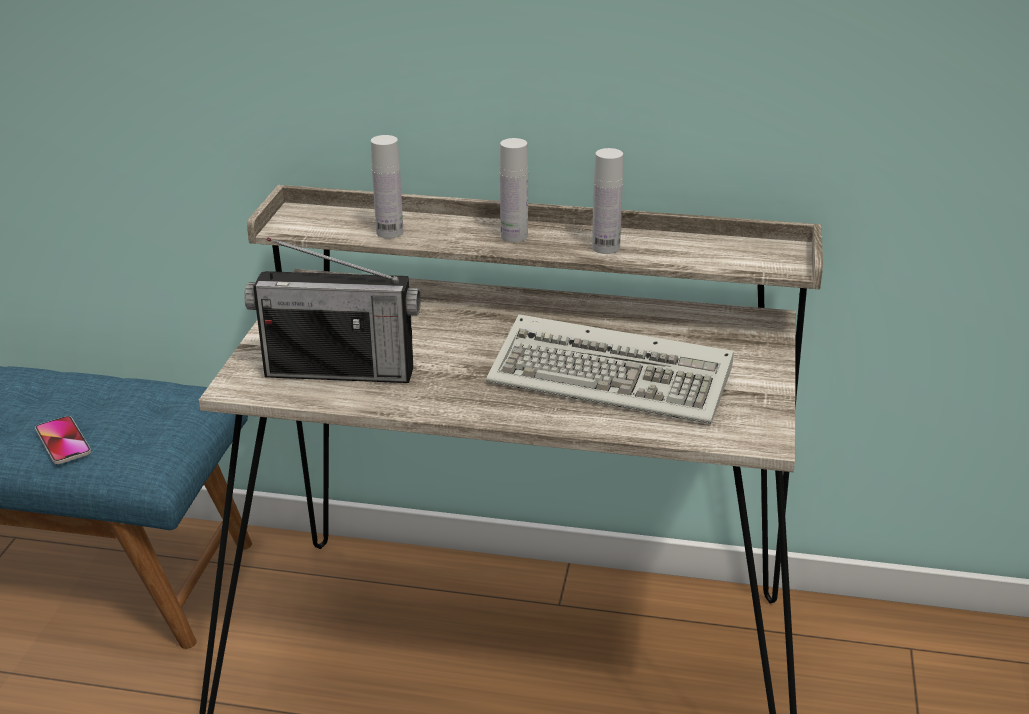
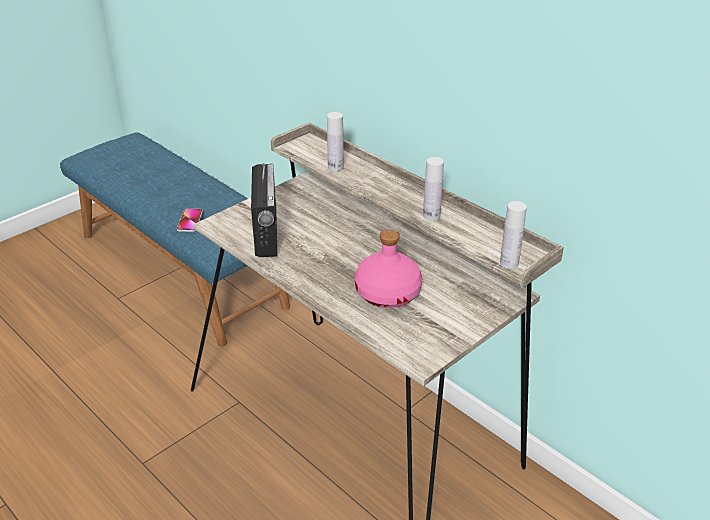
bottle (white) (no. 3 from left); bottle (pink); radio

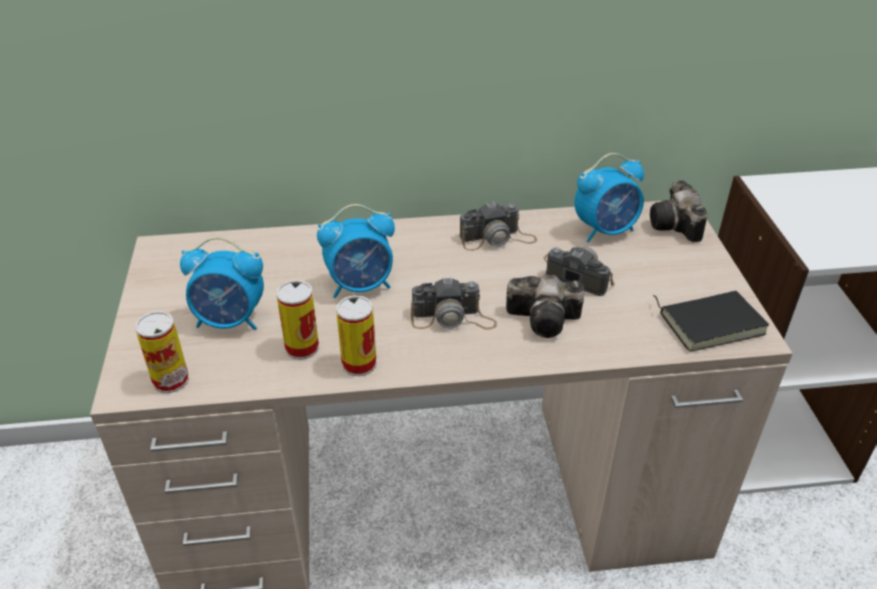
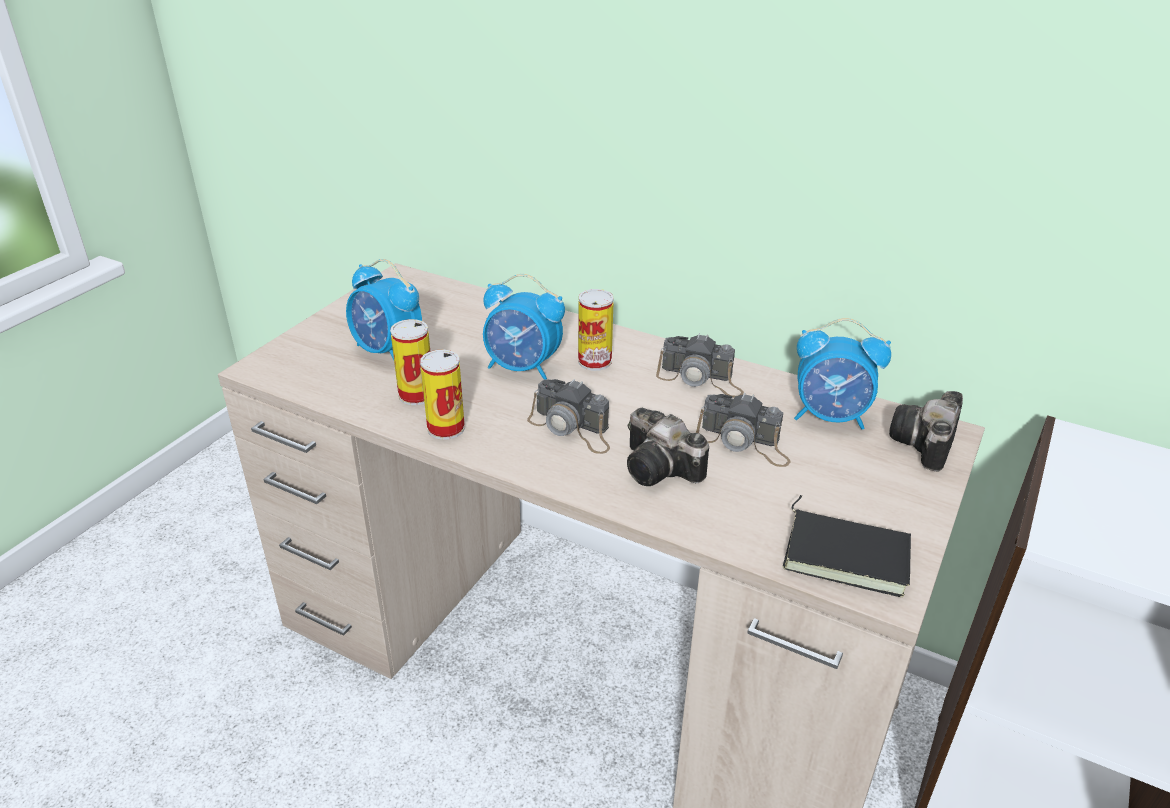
can (no. 3 from left); photo camera (no. 4 from left)

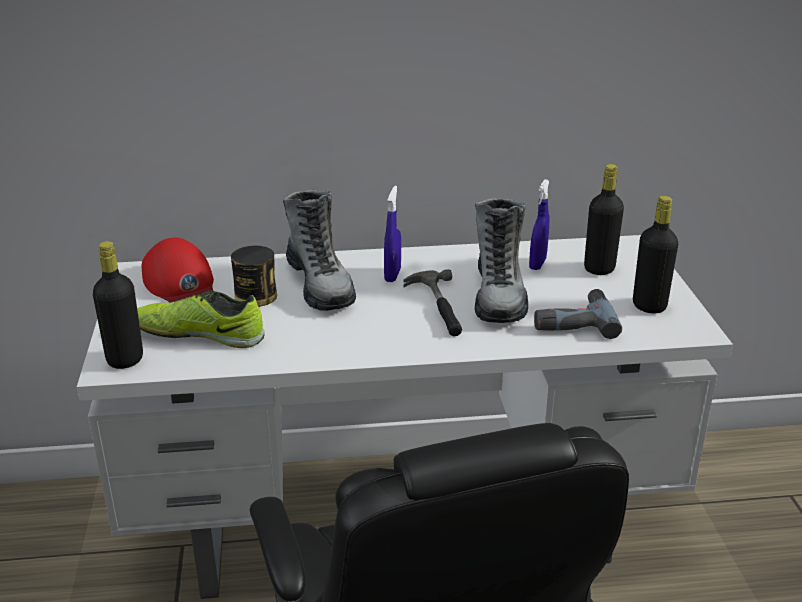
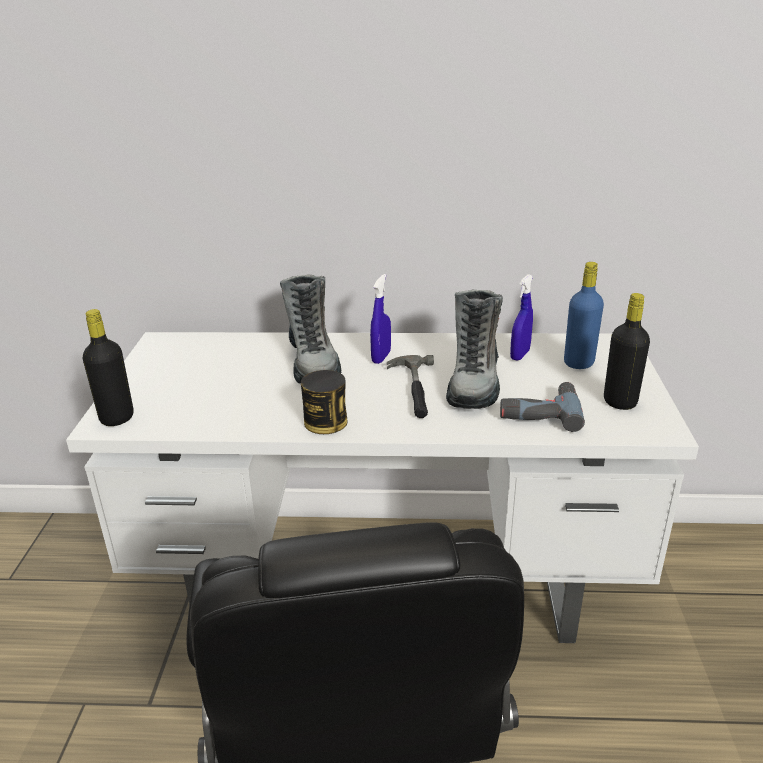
shoe; cap (red); can; bottle (blue)

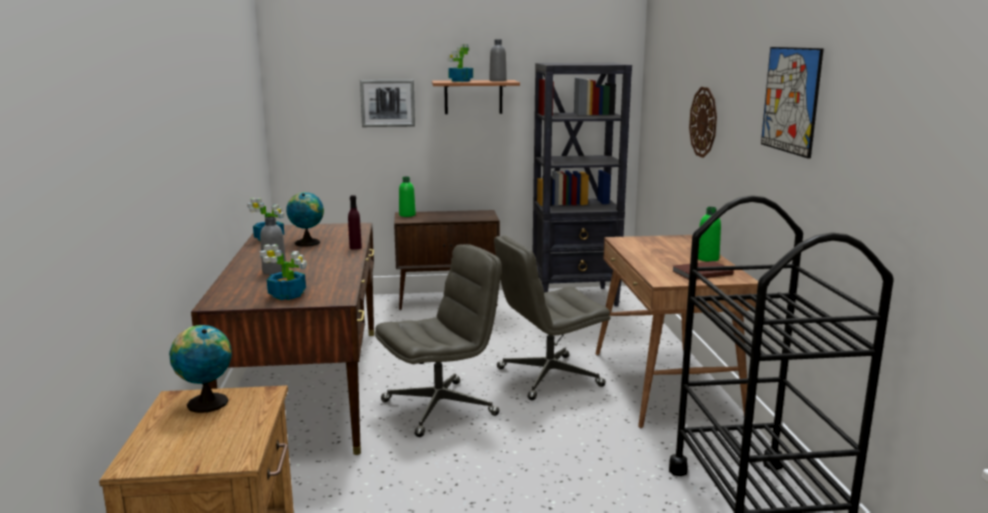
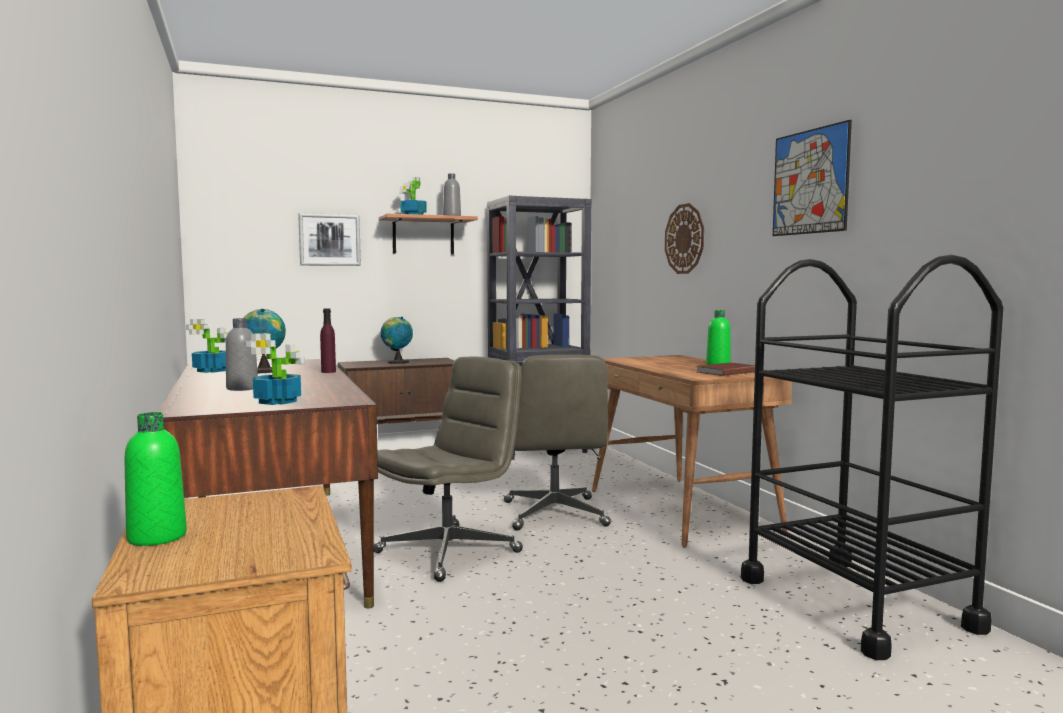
globe (no. 2 from left); bottle (green) (no. 1 from left); office chair (grey) (no. 2 from left)

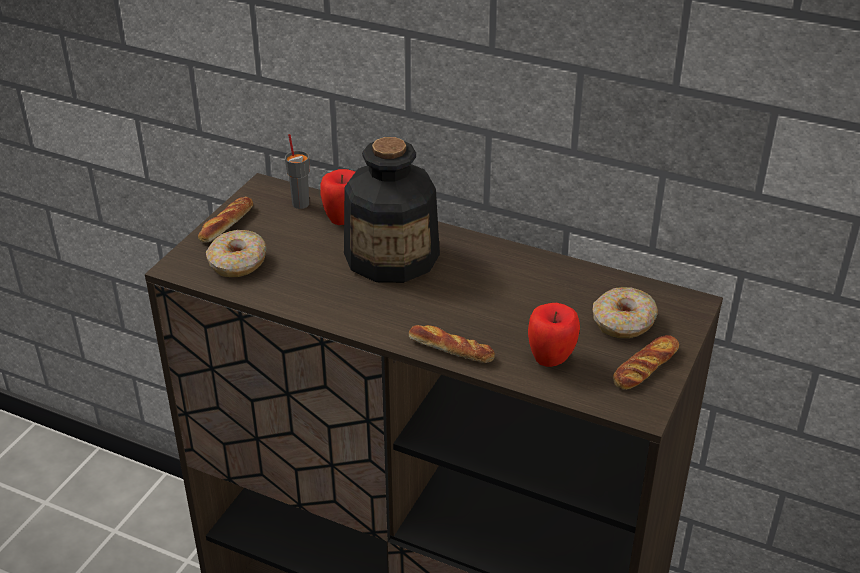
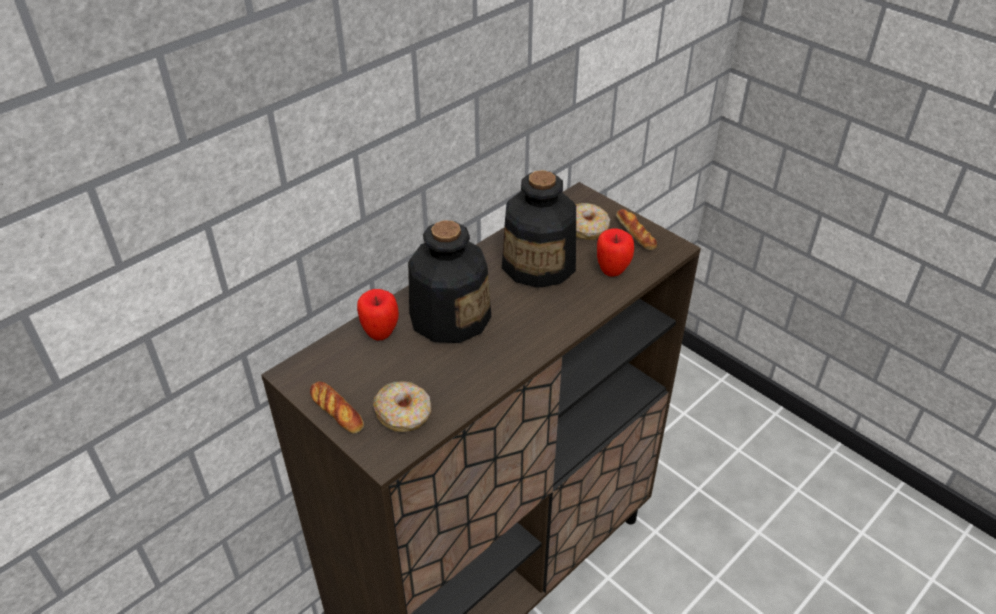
cup (grey); bread (no. 2 from left in the first image); bottle (no. 2 from left)

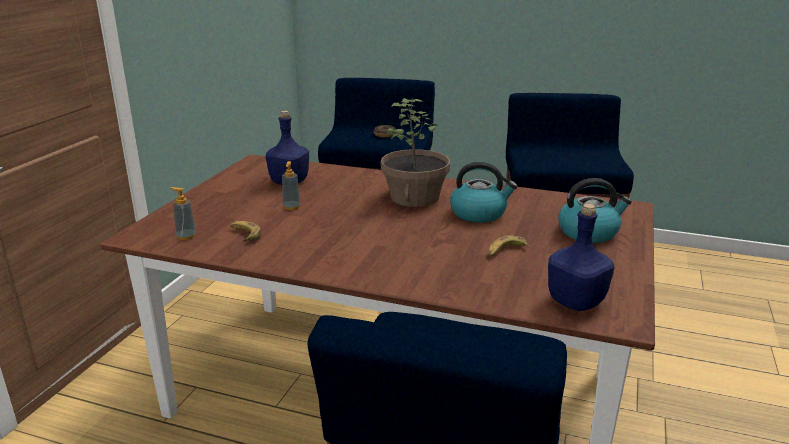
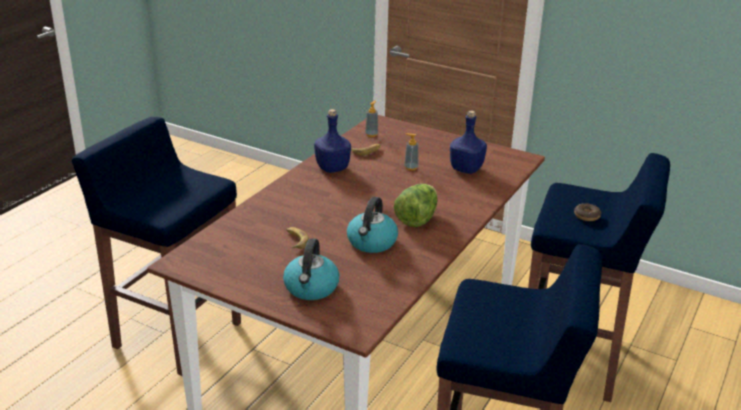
bottle (blue) (no. 1 from left); lettuce

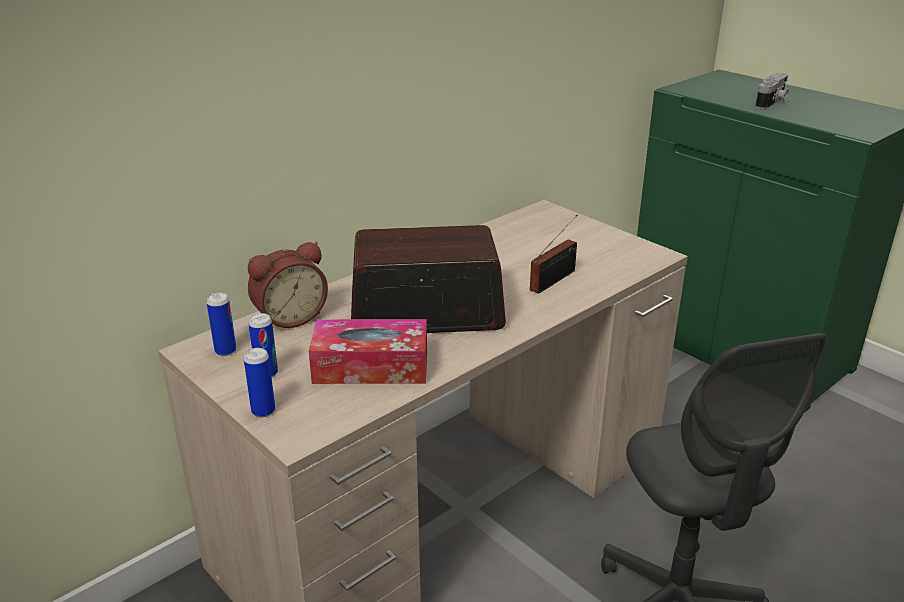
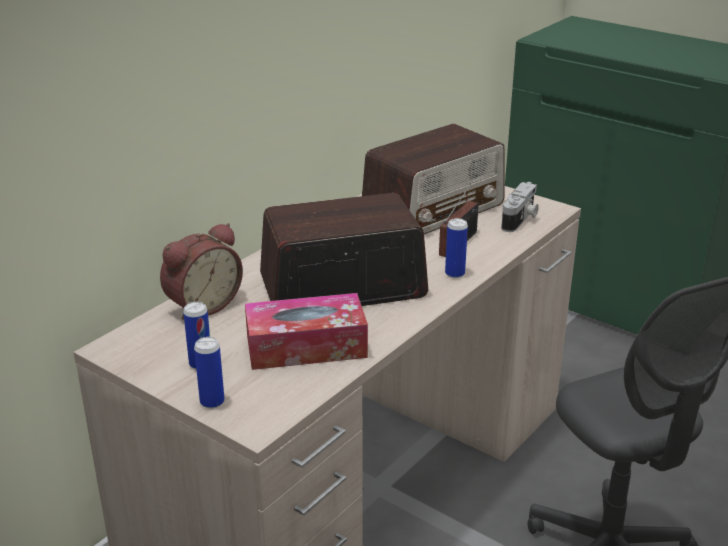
radio (no. 2 from left); can (no. 3 from left); photo camera

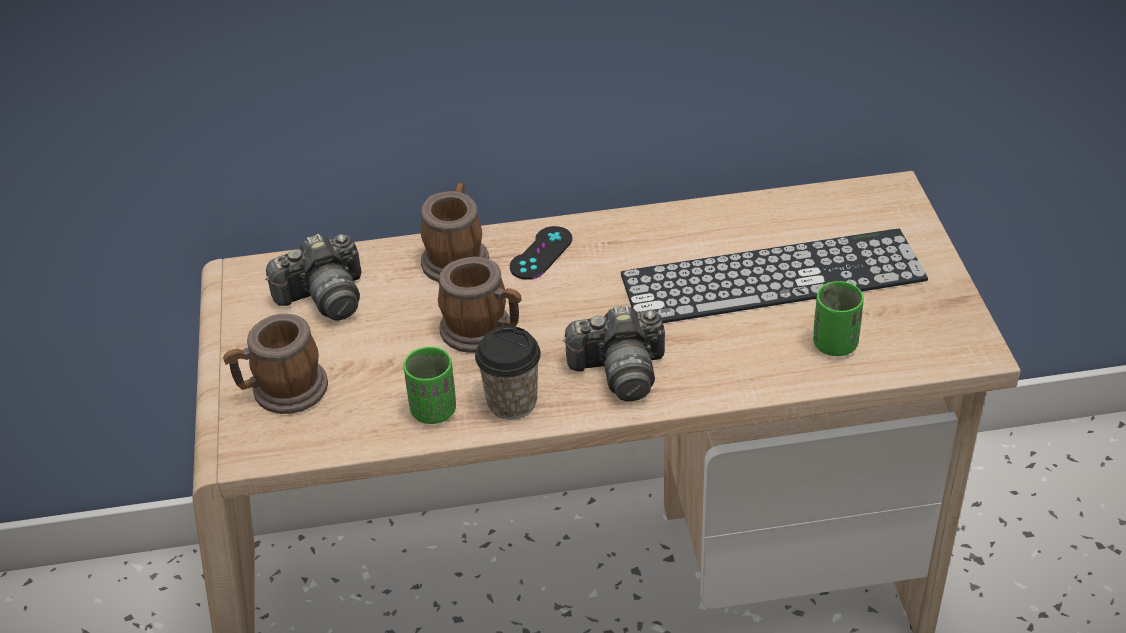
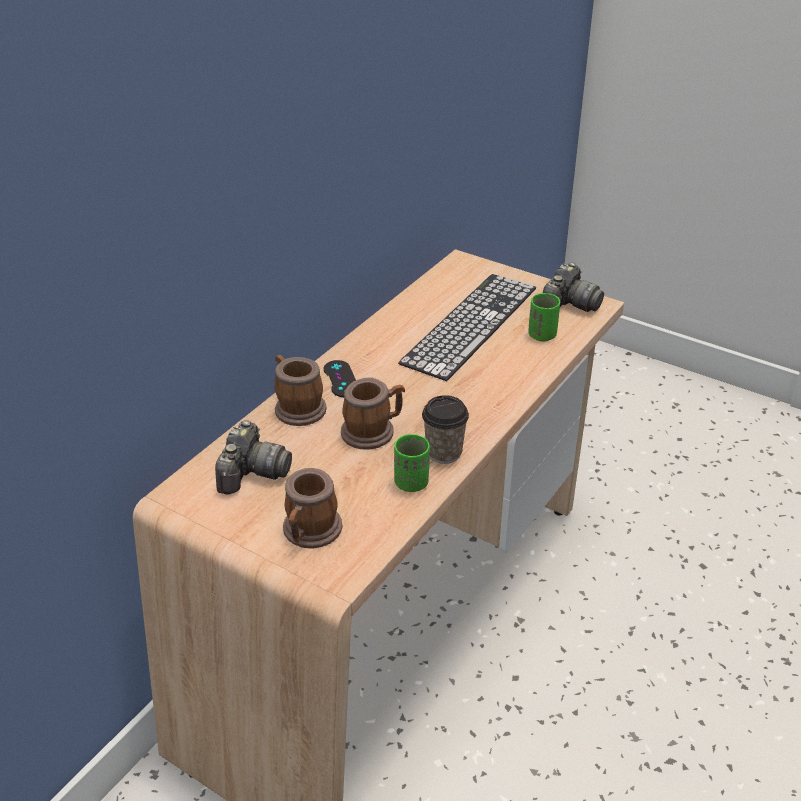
photo camera (no. 2 from left)

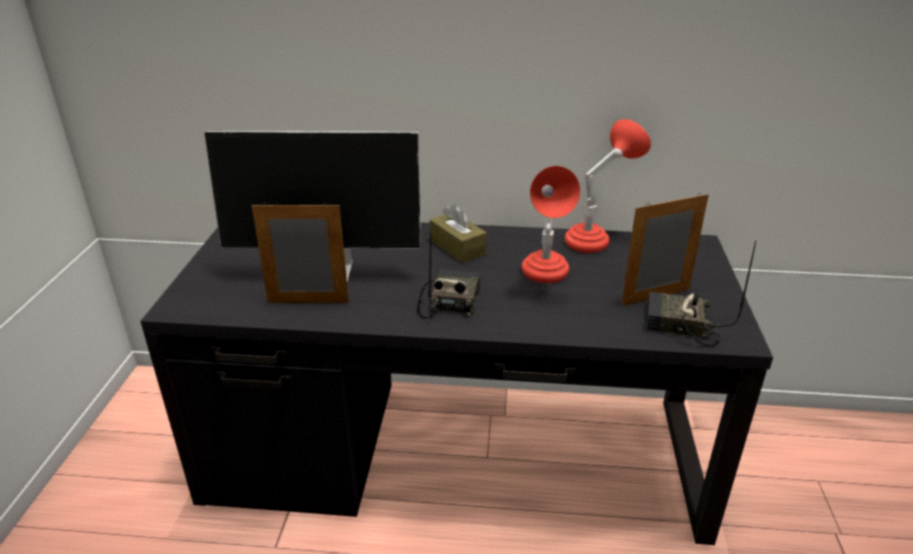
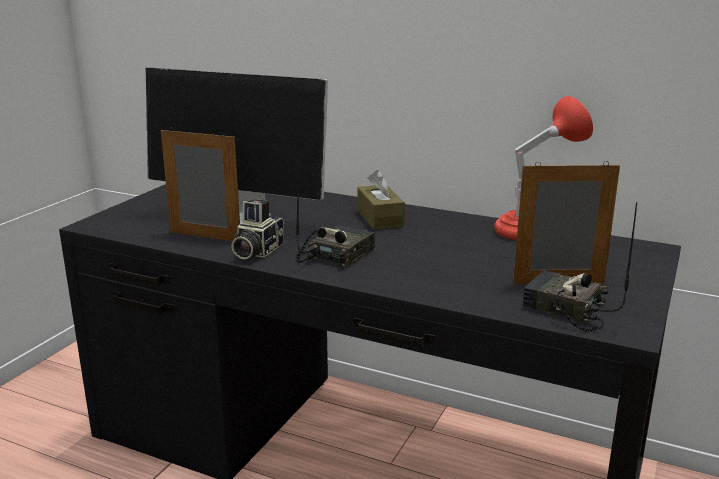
table lamp (red) (no. 1 from left in the first image); photo camera

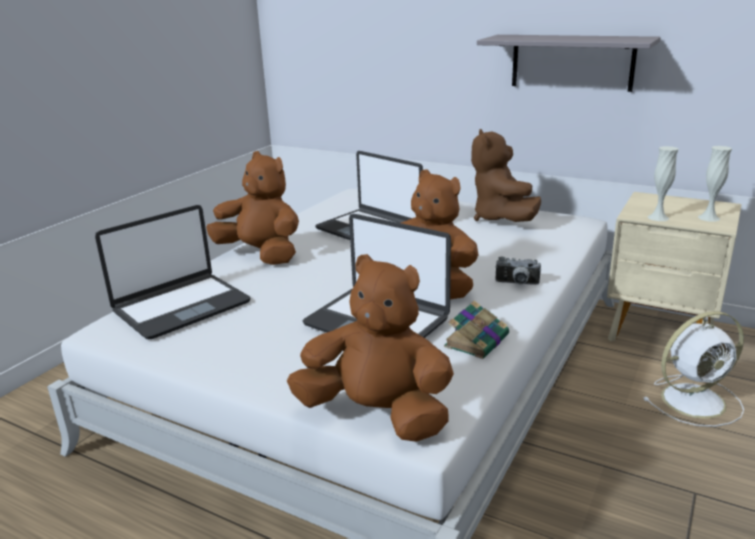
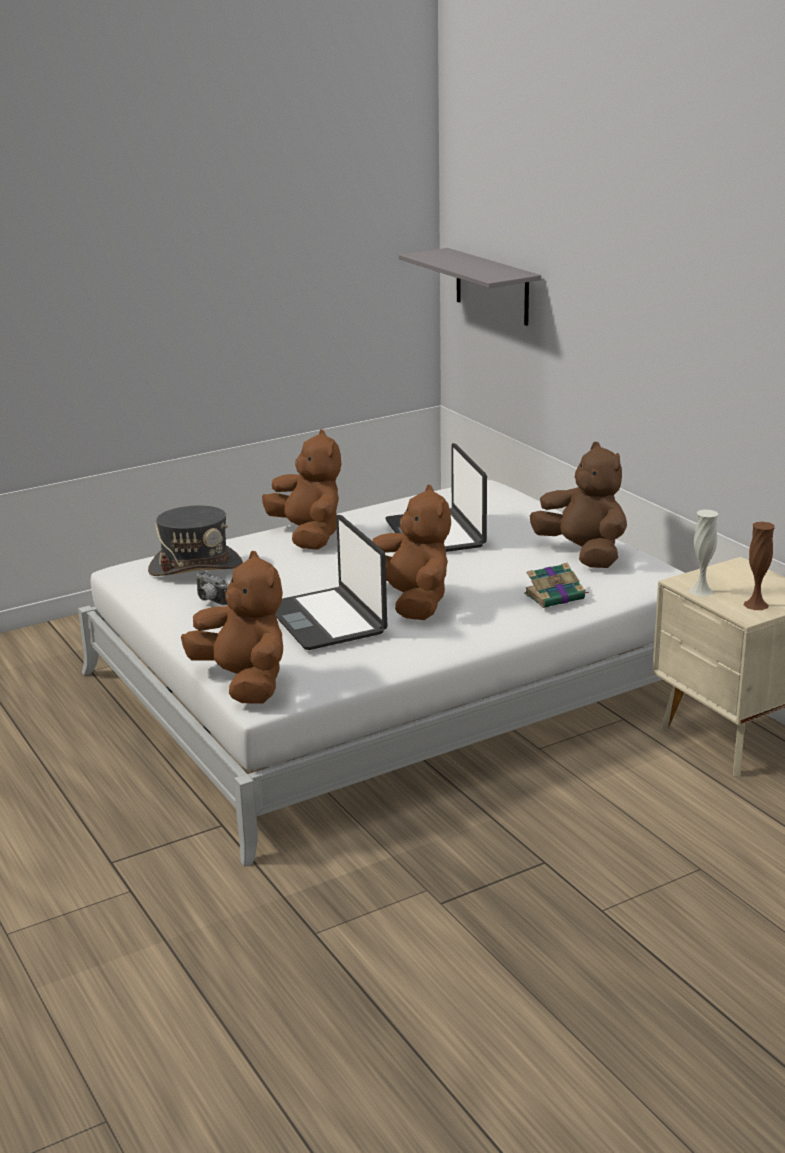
fan (white); book; shelf (grey); photo camera; hat (grey); vase (brown); plush toy (brown) (no. 4 from left)

